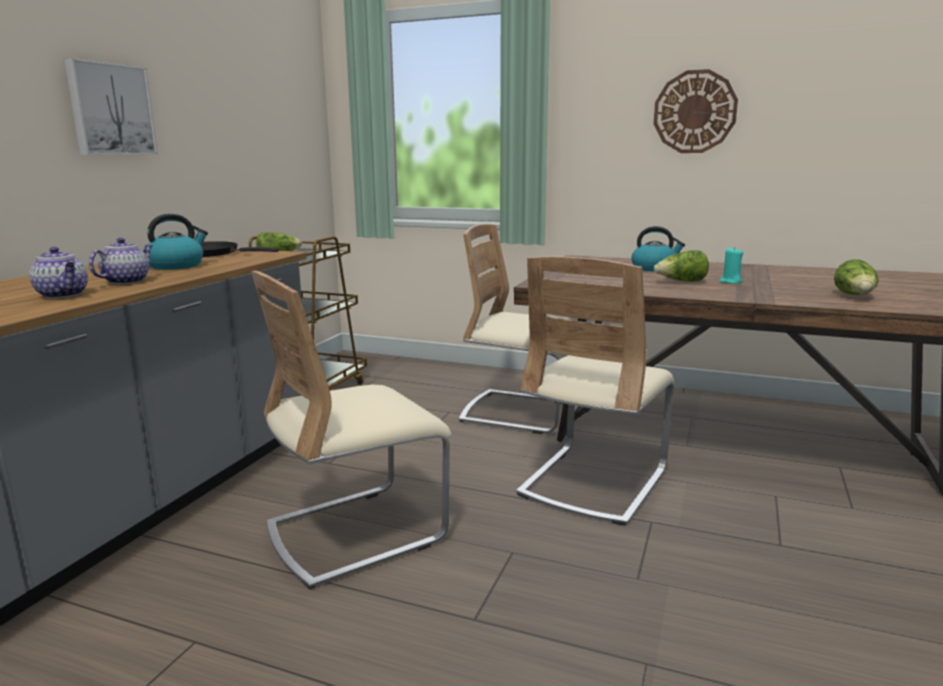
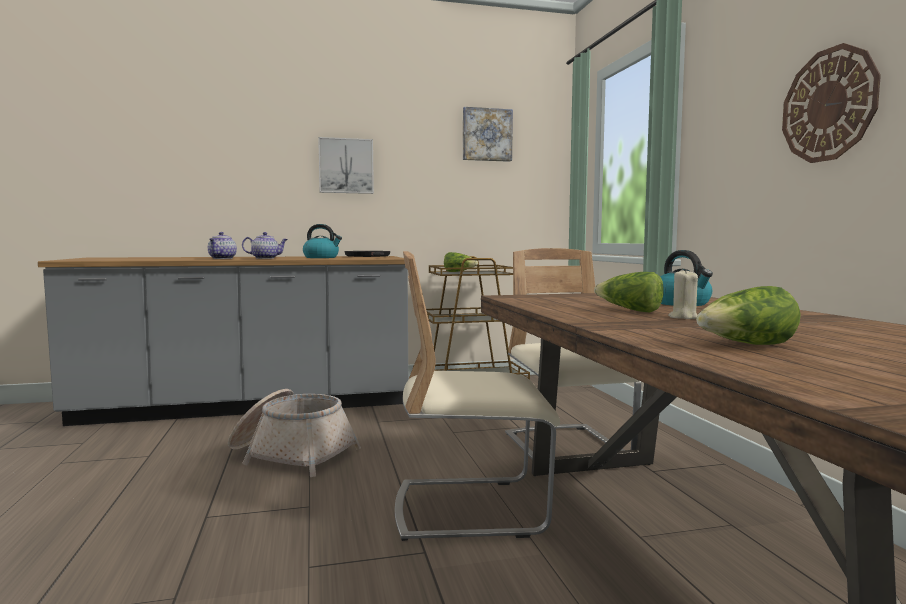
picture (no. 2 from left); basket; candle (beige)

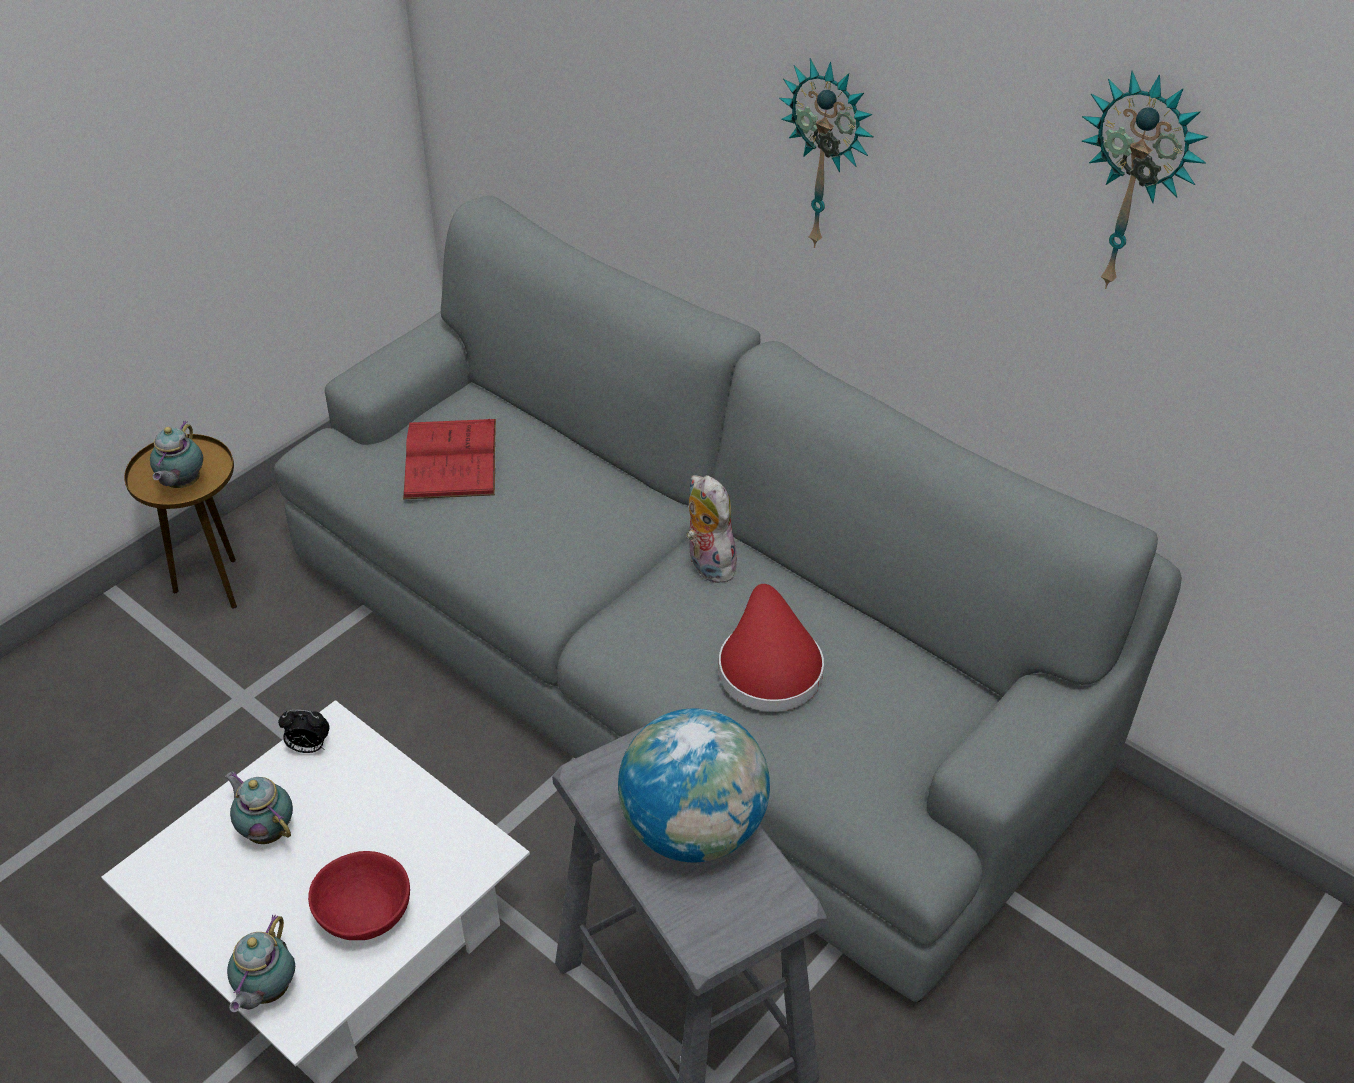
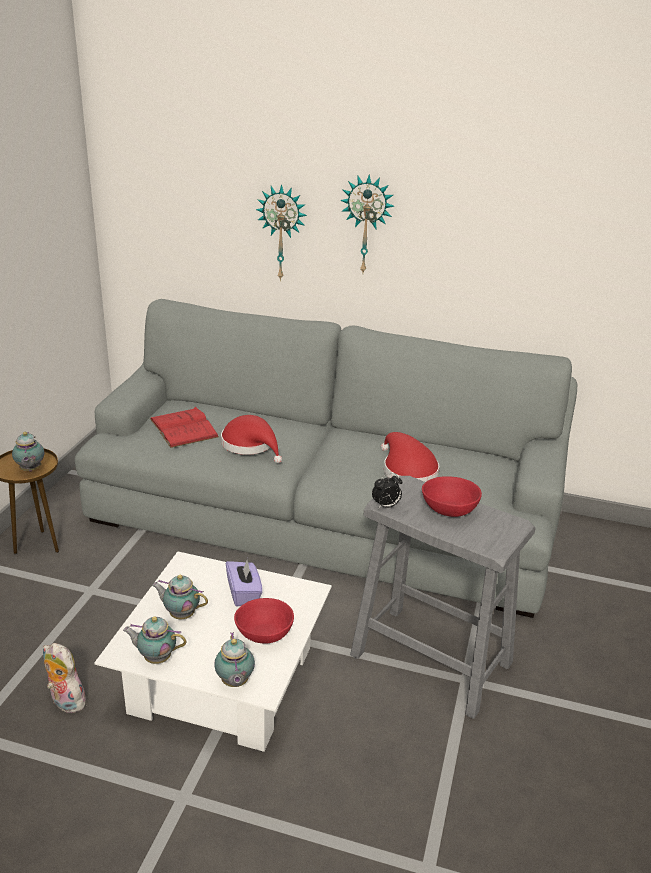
teapot (no. 2 from left); hat (red) (no. 1 from left); tissue box (purple); alarm clock; plush toy; wall clock (no. 1 from left); bowl (red) (no. 2 from left)

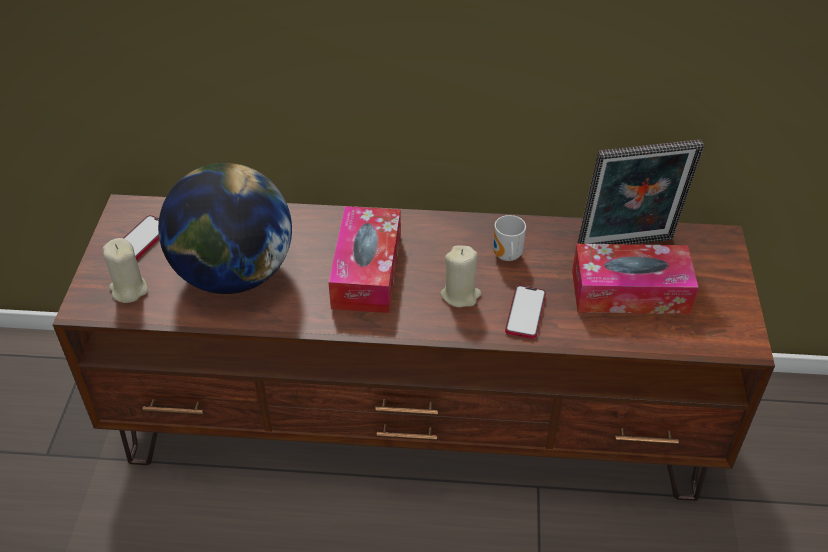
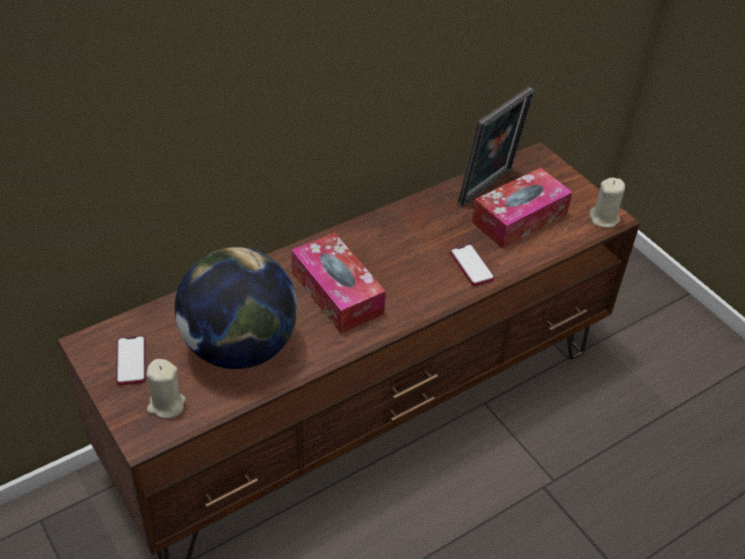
mug; candle (beige) (no. 2 from left)

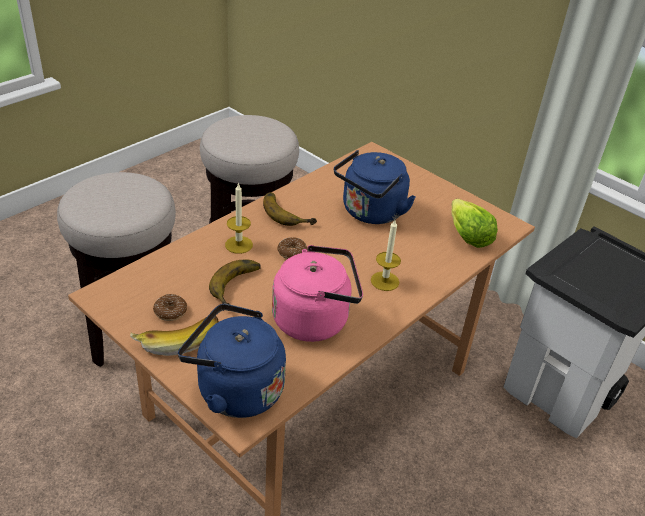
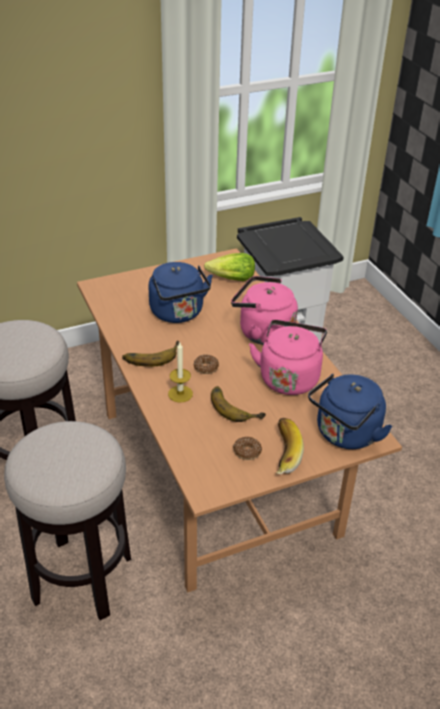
kettle (pink) (no. 1 from left)

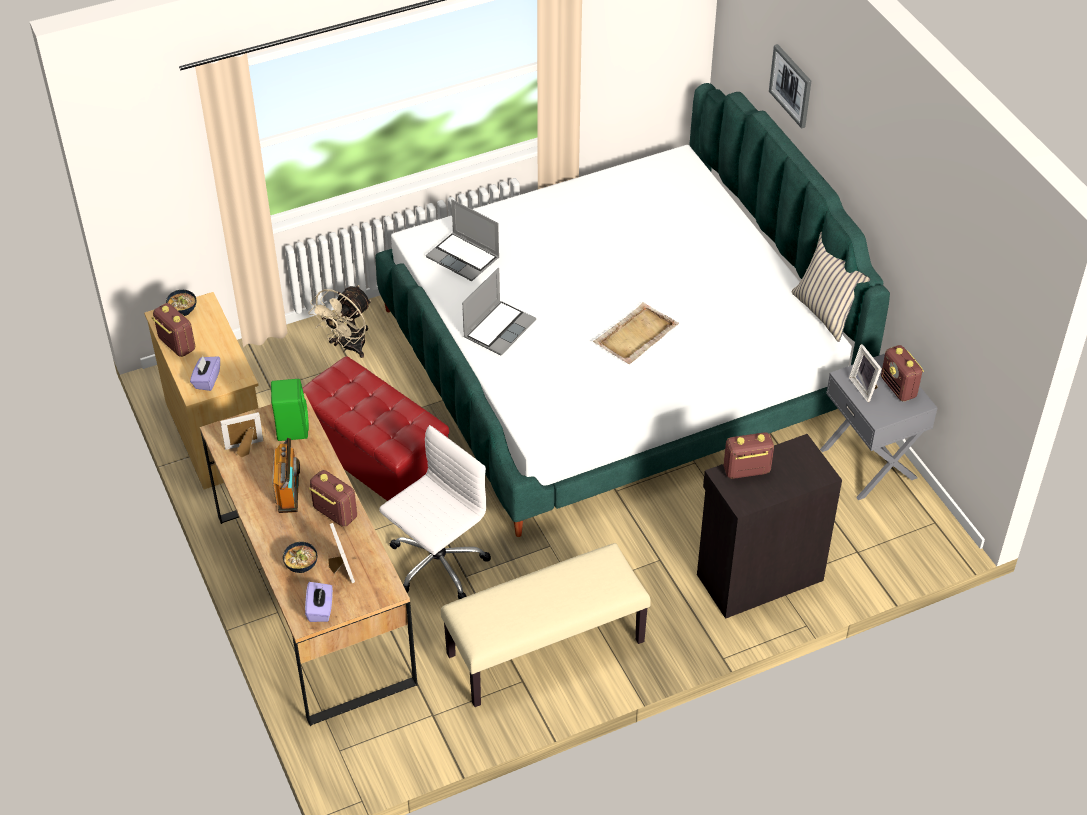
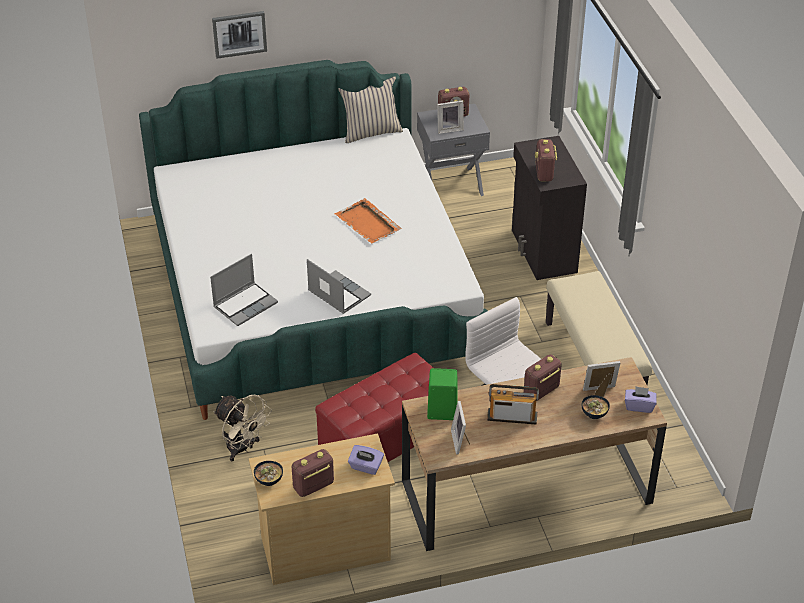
tray (orange)

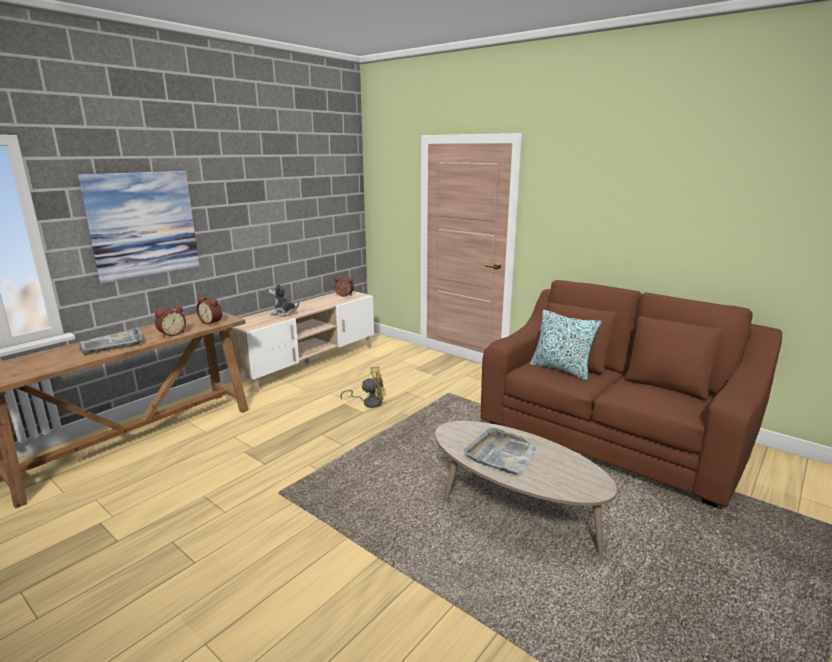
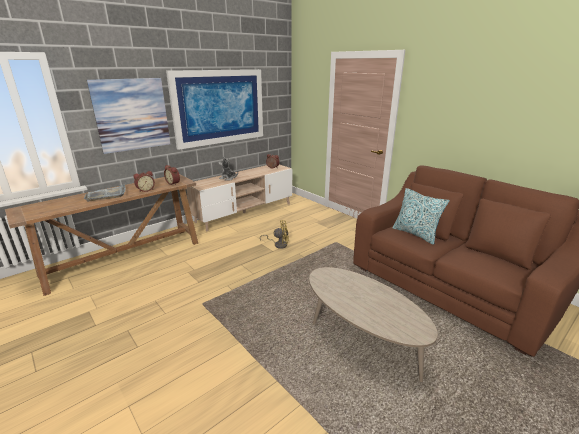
tray (grey) (no. 2 from left in the first image); picture (no. 2 from left)

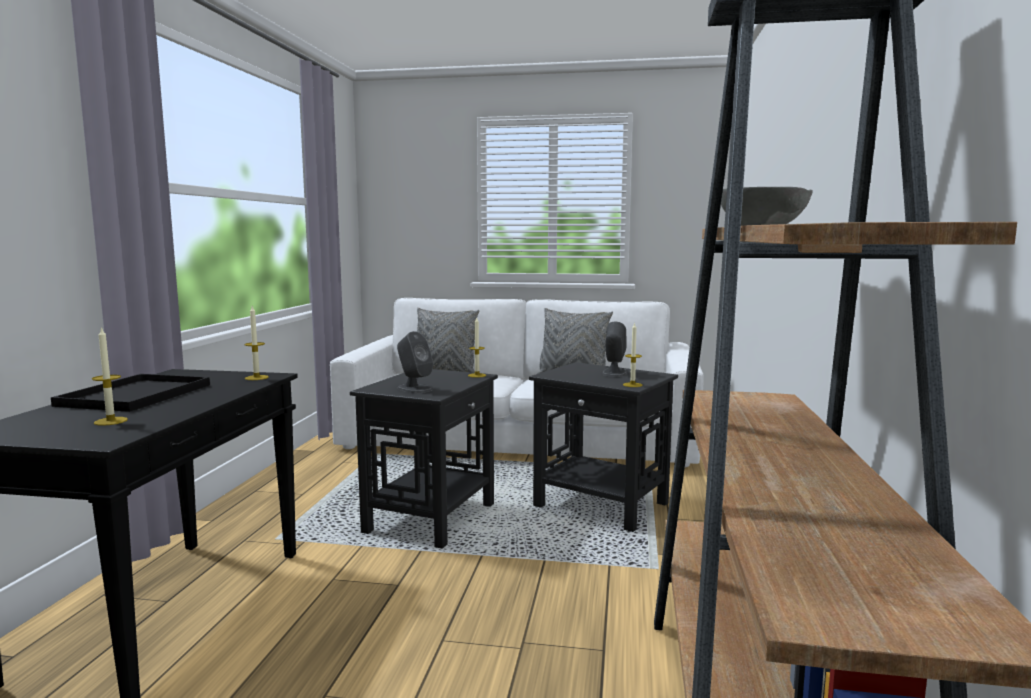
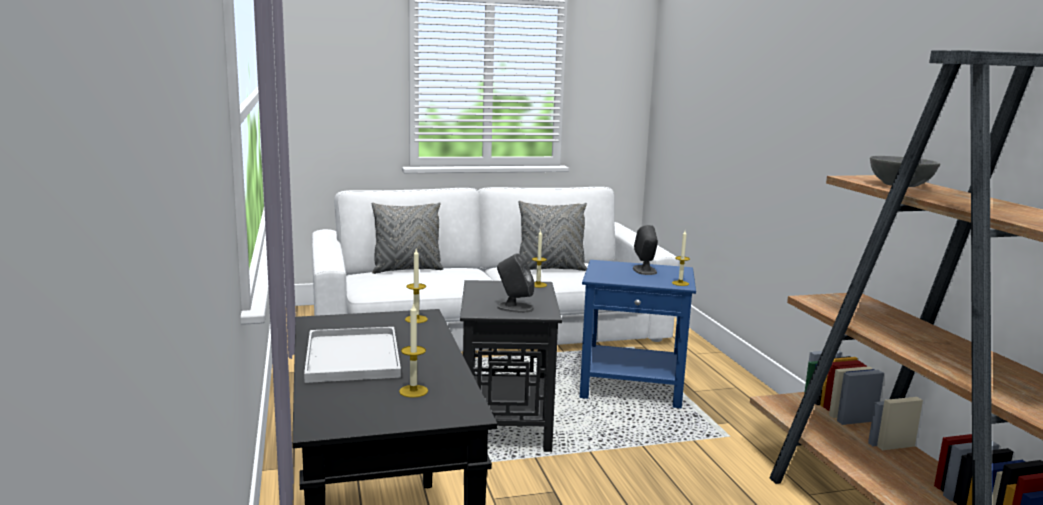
tray (white); side table (blue)

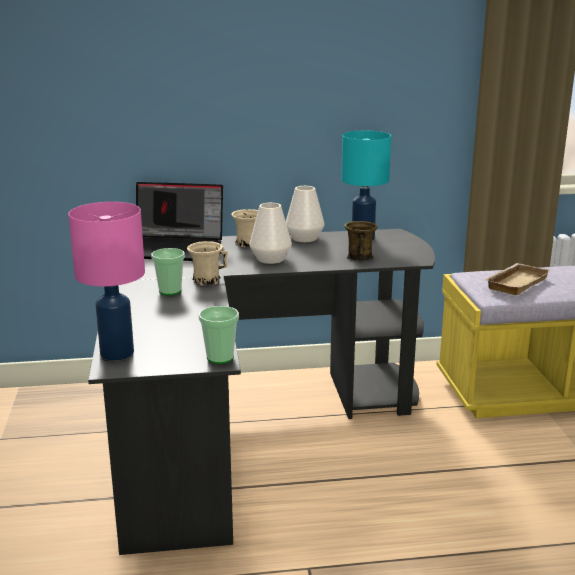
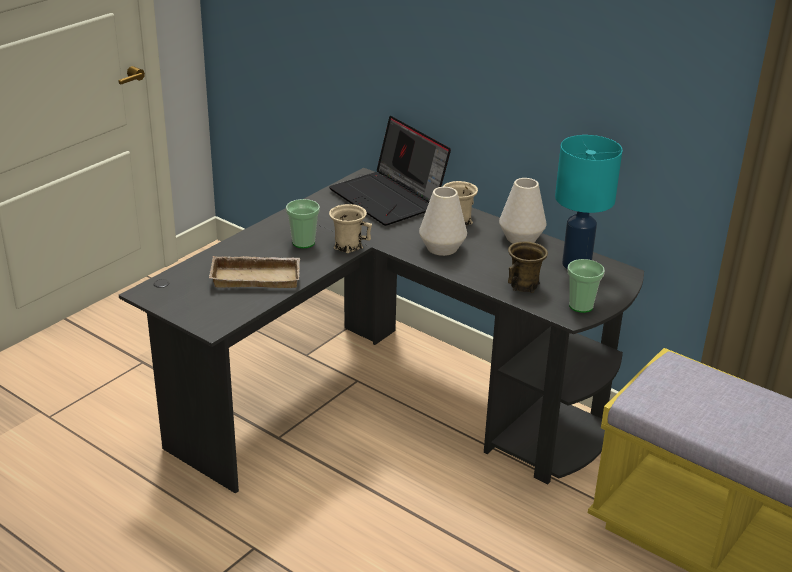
table lamp (pink); cup (no. 2 from left); tray (beige)

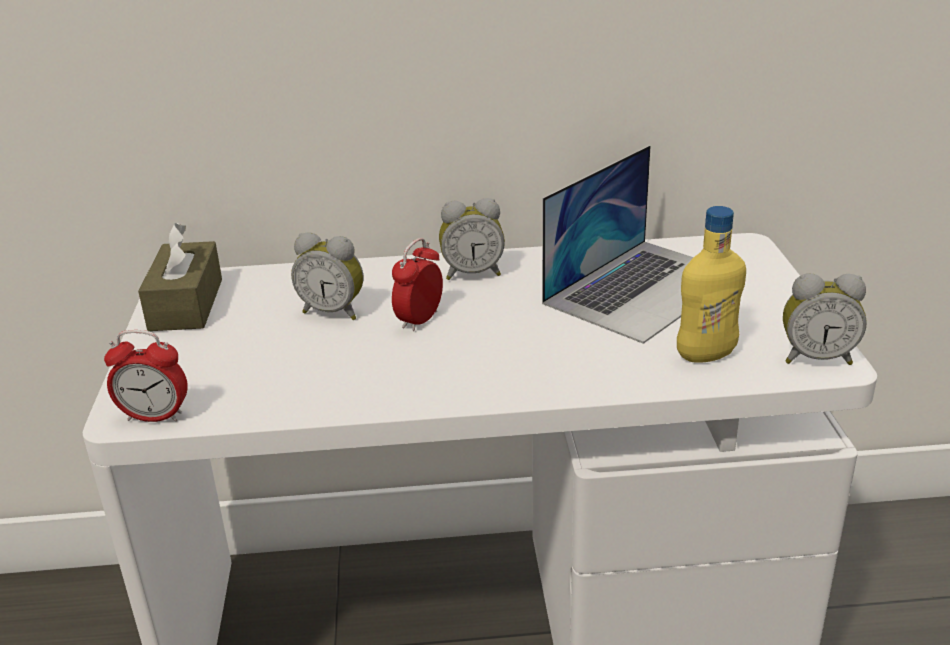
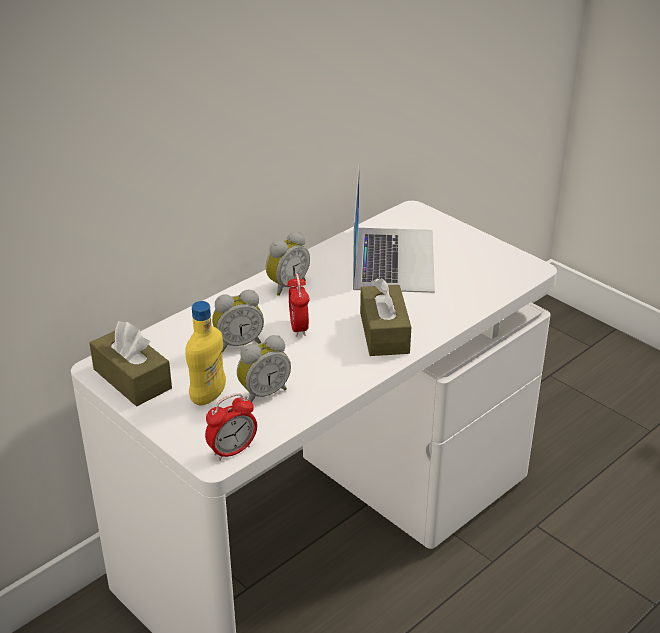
tissue box (brown) (no. 2 from left); bottle (yellow); alarm clock (no. 3 from left)

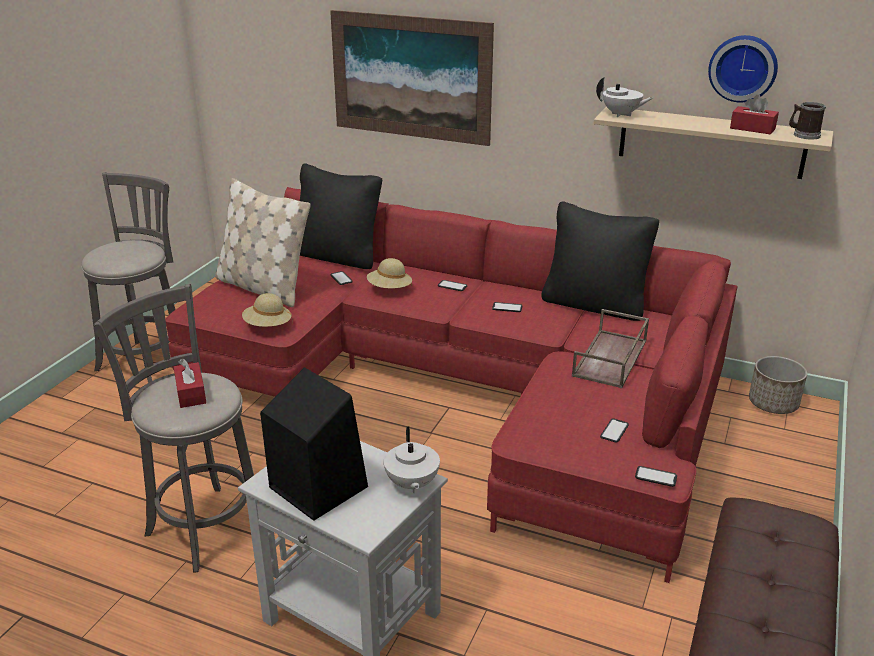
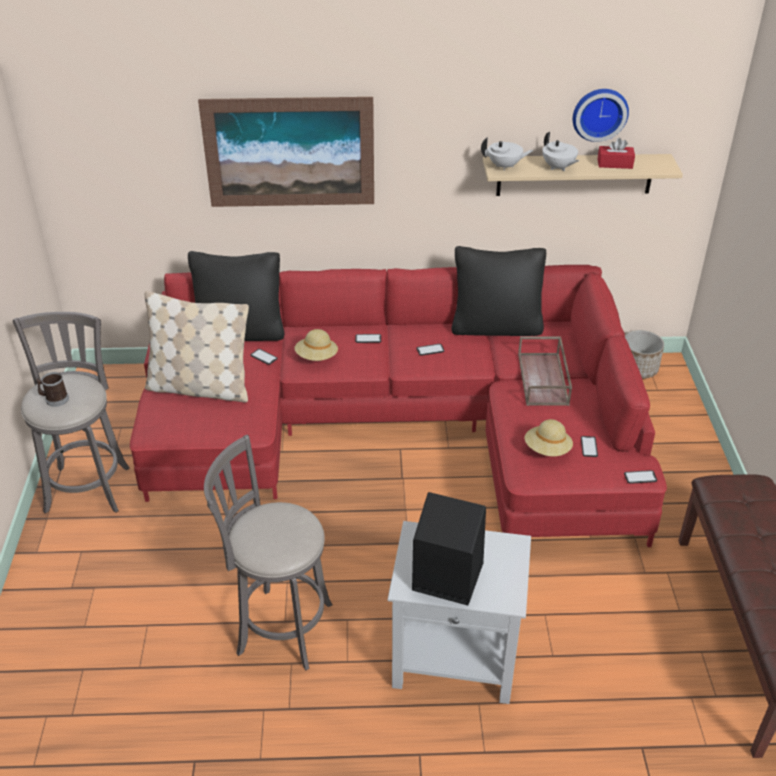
tissue box (red) (no. 1 from left in the first image); hat (beige) (no. 2 from left); teapot (white) (no. 2 from left); mug

